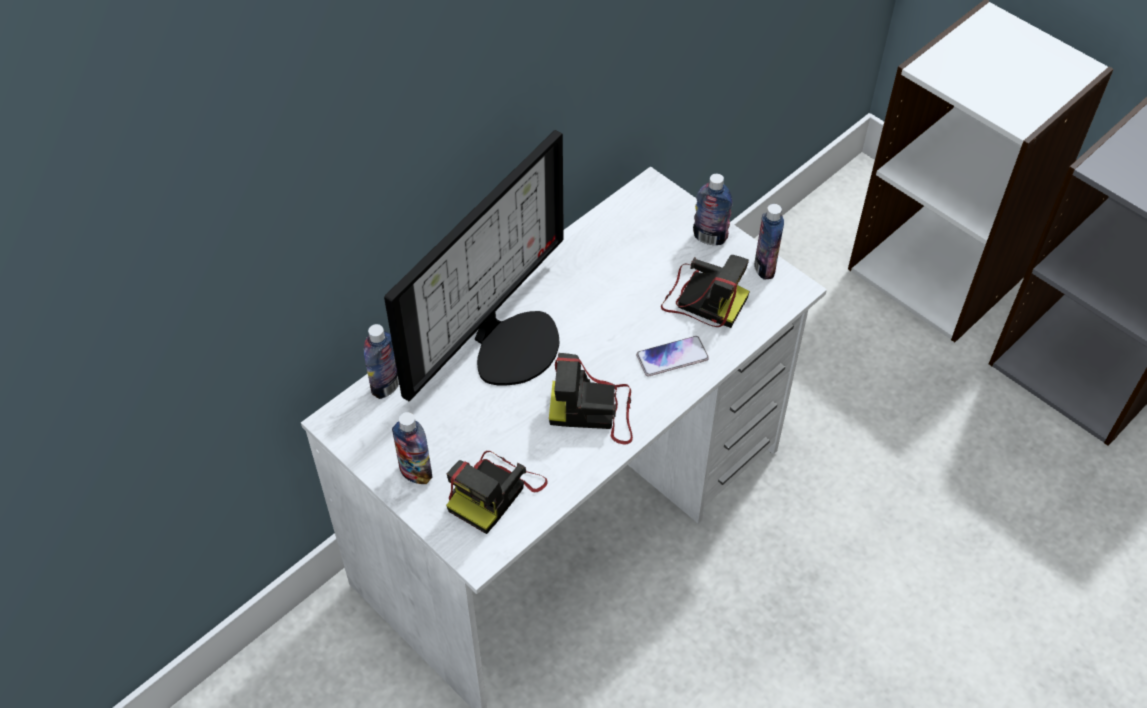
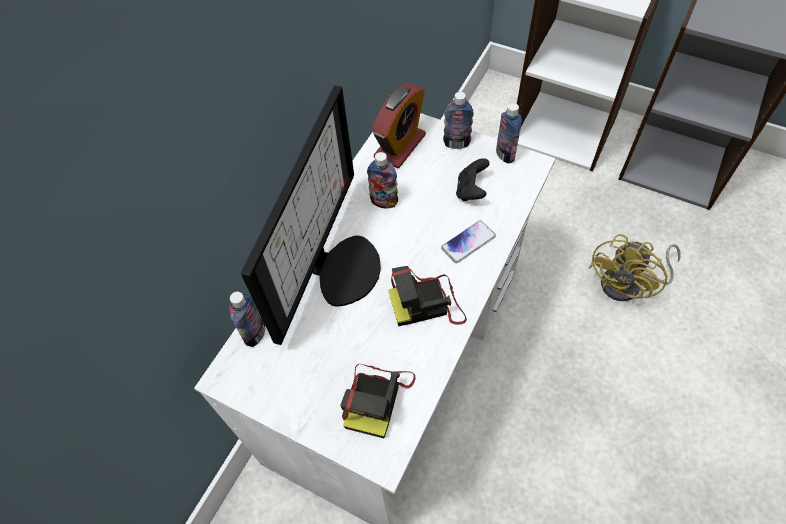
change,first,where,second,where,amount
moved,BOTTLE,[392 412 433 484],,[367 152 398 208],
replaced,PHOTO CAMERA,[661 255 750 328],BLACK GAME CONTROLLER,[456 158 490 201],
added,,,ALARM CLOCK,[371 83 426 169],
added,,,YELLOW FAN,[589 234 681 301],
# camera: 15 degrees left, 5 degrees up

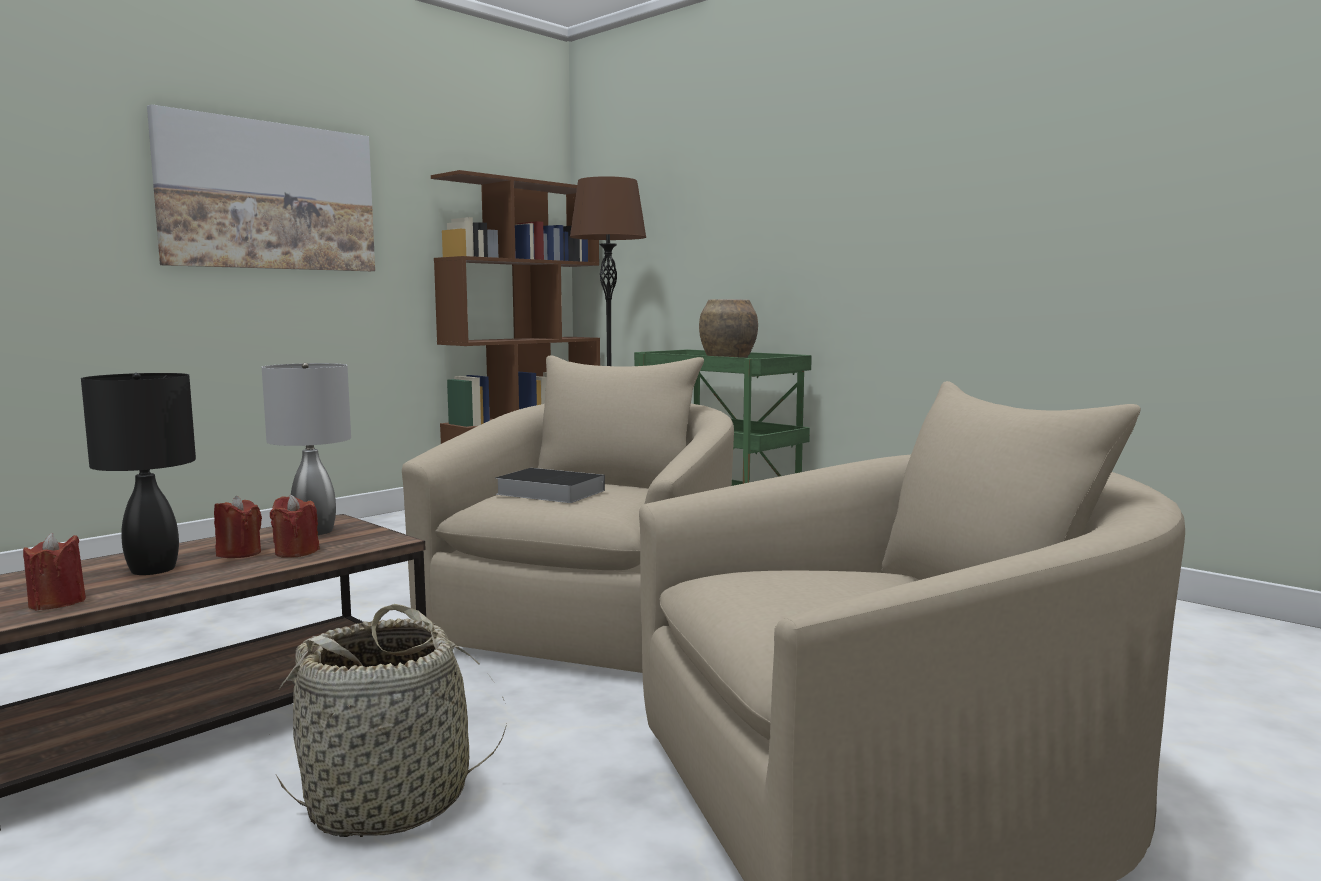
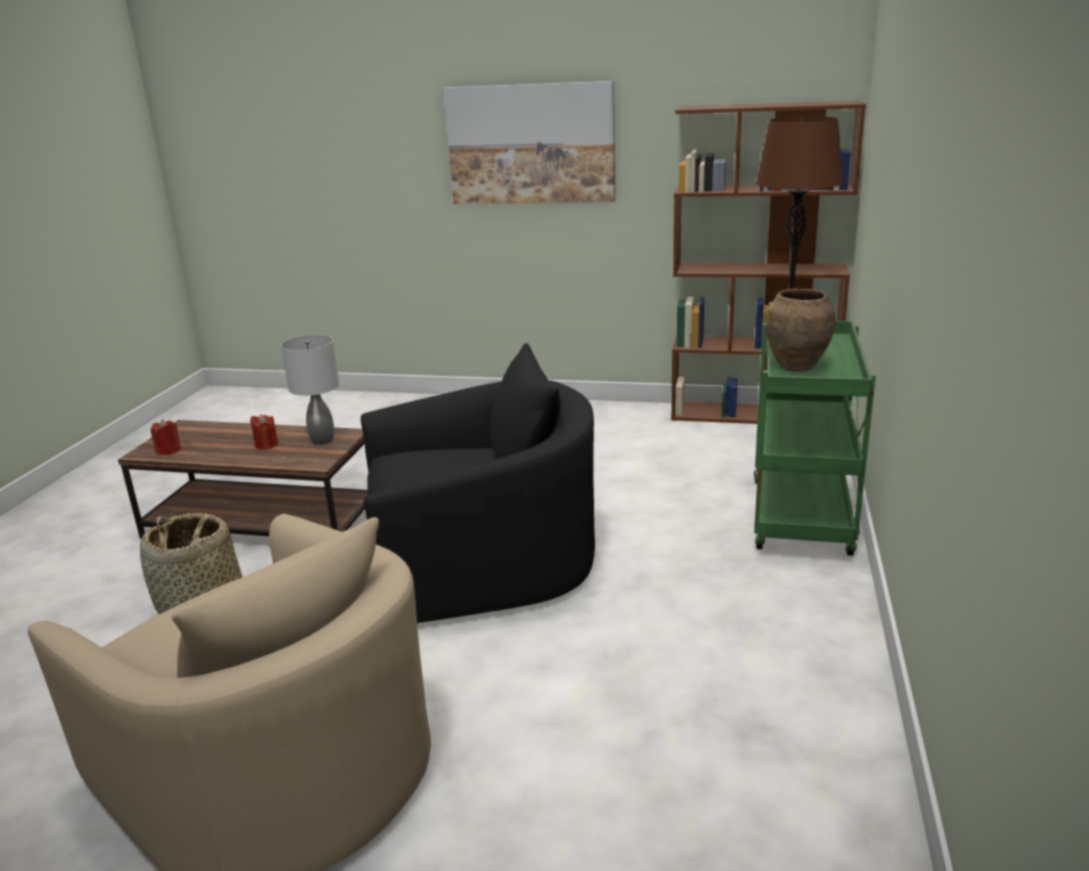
change,first,where,second,where,amount
removed,BLACK TABLE LAMP,[81 373 196 575],,,
removed,RED CANDLE,[270 495 320 558],,,
recoloured,BEIGE ARMCHAIR,[402 355 734 673],BLACK ARMCHAIR,[361 343 595 623],
removed,BOOK,[495 468 605 503],,,
# camera: 60 degrees right, 15 degrees up

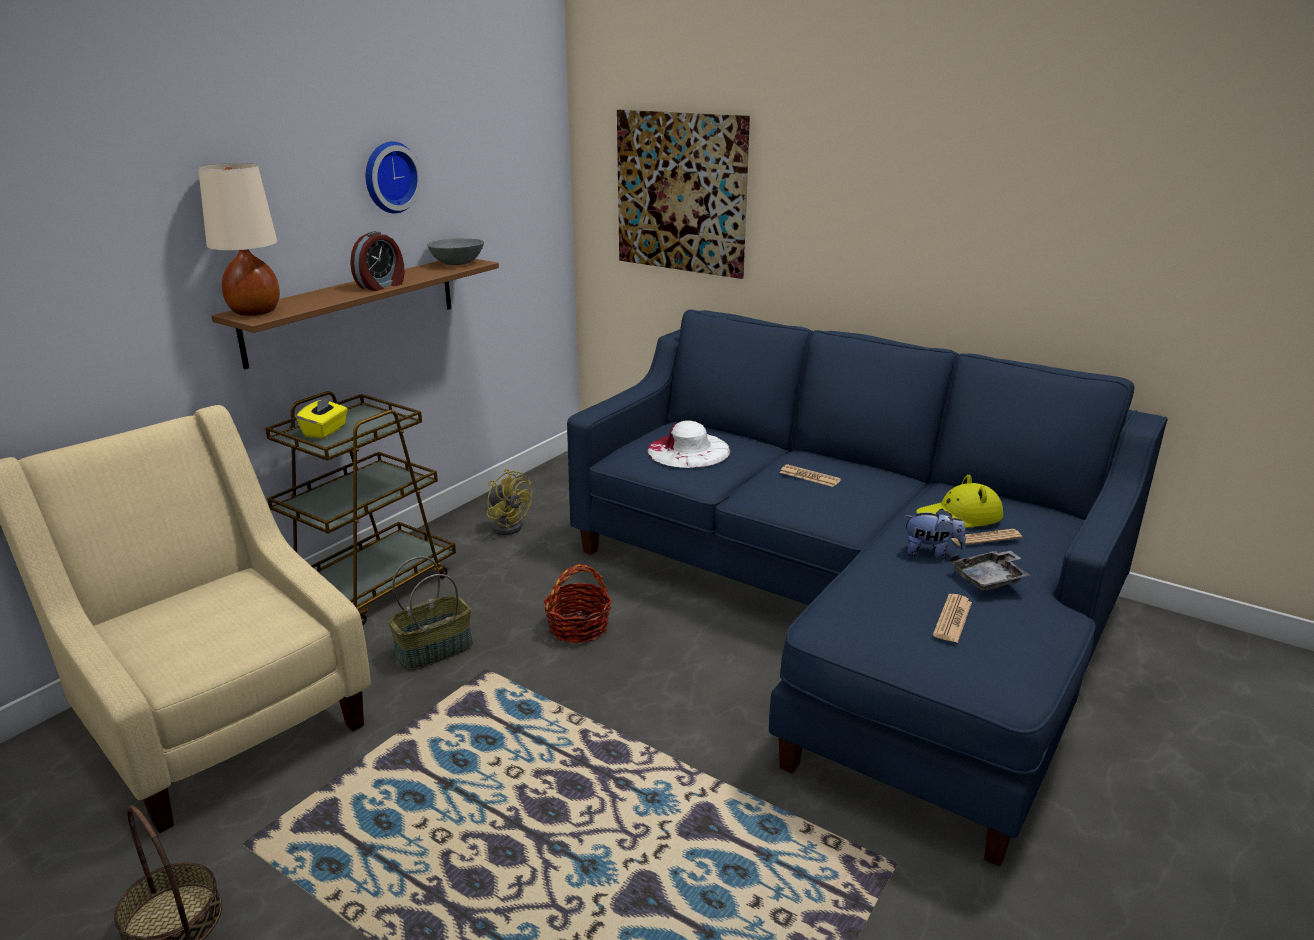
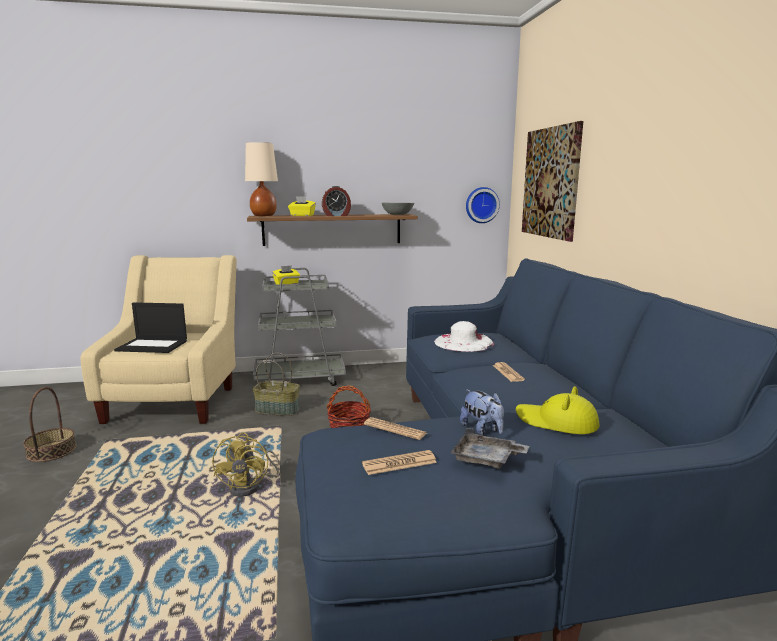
change,first,where,second,where,amount
recoloured,BROWN CART,[265 391 456 625],GREY CART,[253 268 346 386],
moved,WALL CLOCK,[366 141 422 213],,[466 187 500 223],
moved,YELLOW FAN,[486 469 532 535],,[212 432 280 497],
moved,NEWSPAPER,[951 529 1022 546],,[364 417 427 440],
added,,,LAPTOP,[114 302 187 353],
added,,,YELLOW TISSUE BOX,[288 196 316 216],
# camera: 45 degrees right, 10 degrees down

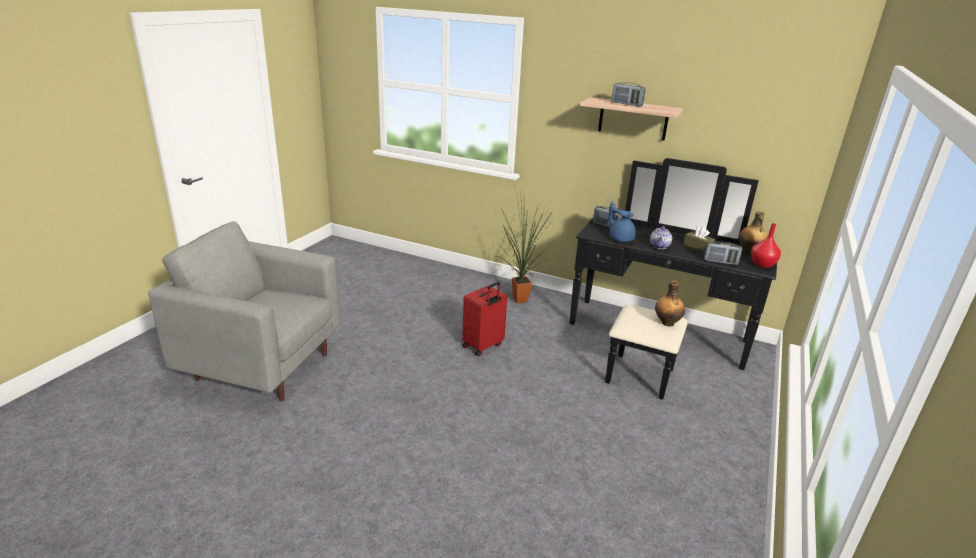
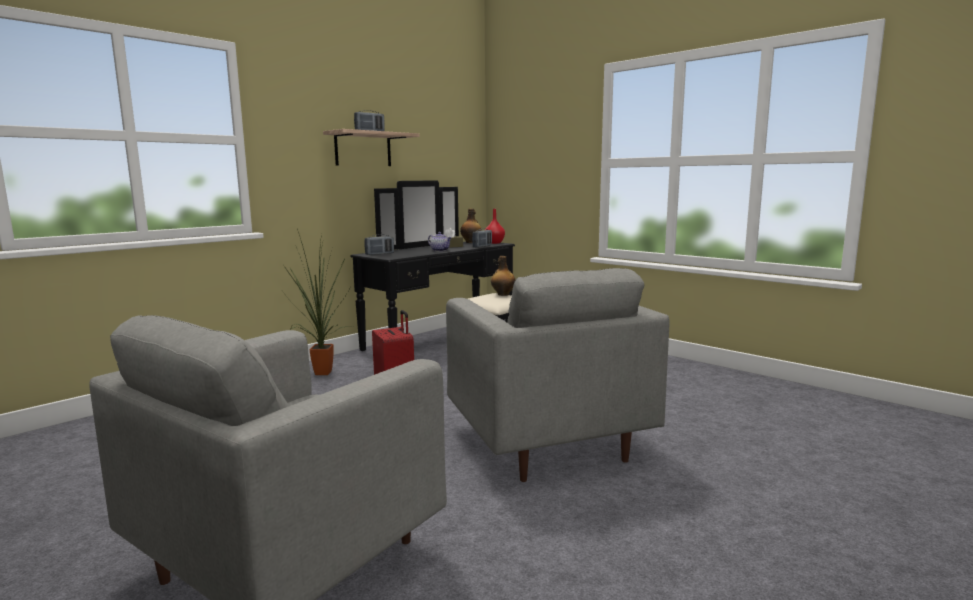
change,first,where,second,where,amount
removed,BLUE TEAPOT,[608 201 636 242],,,
added,,,GREY ARMCHAIR,[446 268 670 482],
# camera: 70 degrees left, 15 degrees down

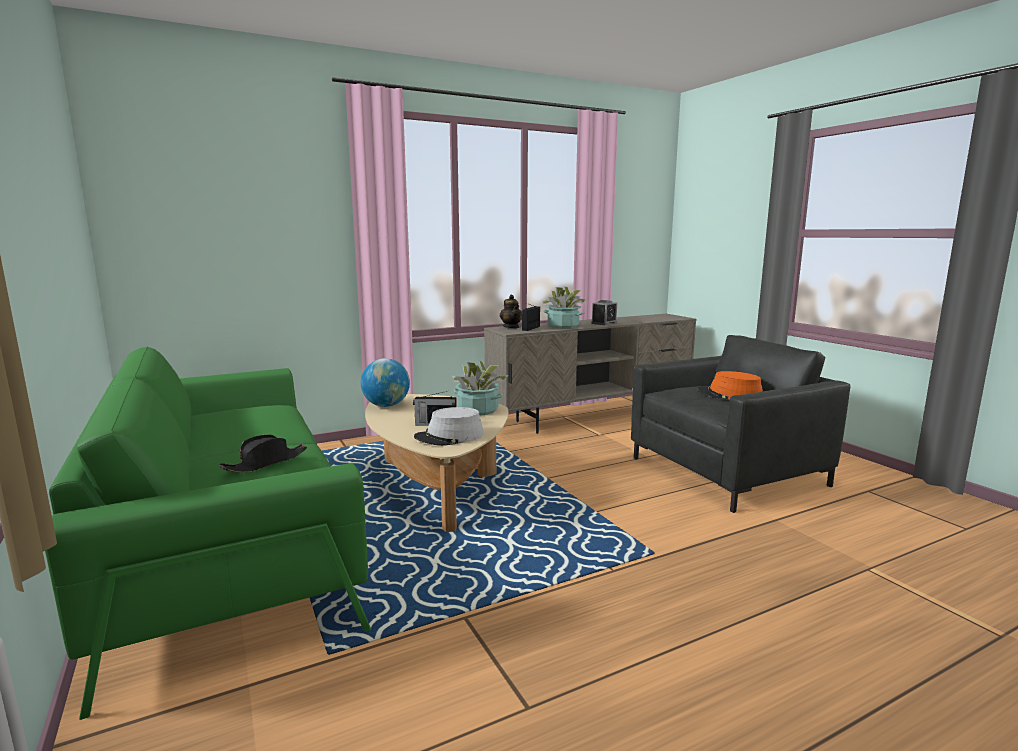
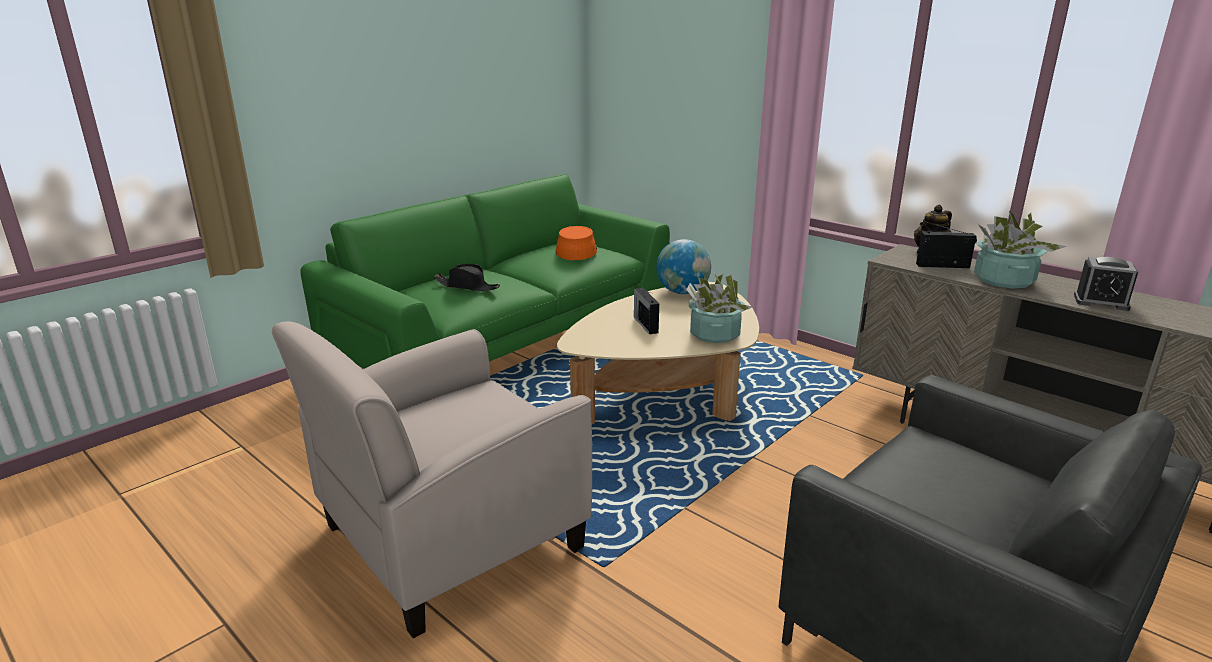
change,first,where,second,where,amount
removed,GREY HAT,[414 407 484 446],,,
moved,ORANGE HAT,[697 371 763 400],,[555 226 597 260],
added,,,BEIGE ARMCHAIR,[272 321 592 638],
# camera: 70 degrees right, 10 degrees up

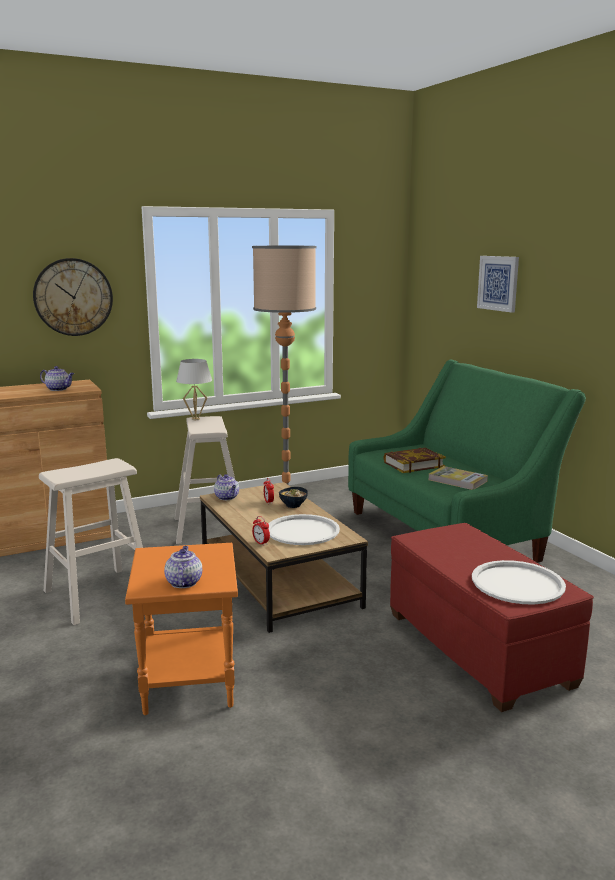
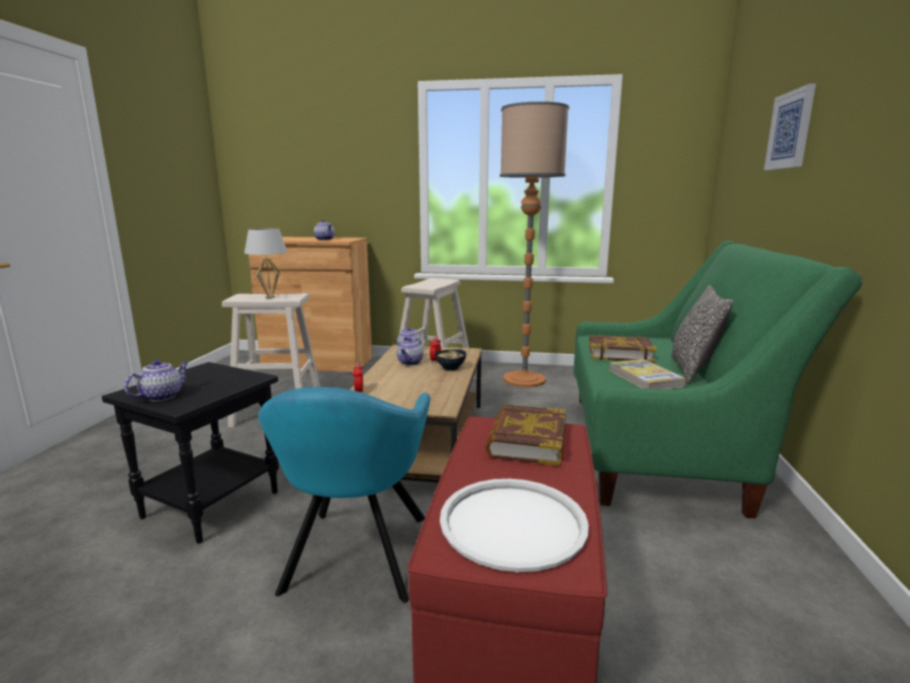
change,first,where,second,where,amount
removed,WALL CLOCK,[33 258 113 336],,,
recoloured,ORANGE SIDE TABLE,[125 543 238 715],BLACK SIDE TABLE,[102 362 279 544],
moved,WHITE TABLE LAMP,[176 359 212 420],,[244 228 287 298],
removed,WHITE TRAY,[268 514 340 545],,,
added,,,TURQUOISE ARMCHAIR,[258 387 430 603],
added,,,TEAPOT,[397 338 424 365],
added,,,BOOK,[486 404 566 466],
added,,,PILLOW,[671 285 734 384],
# camera: 35 degrees right, 0 degrees up

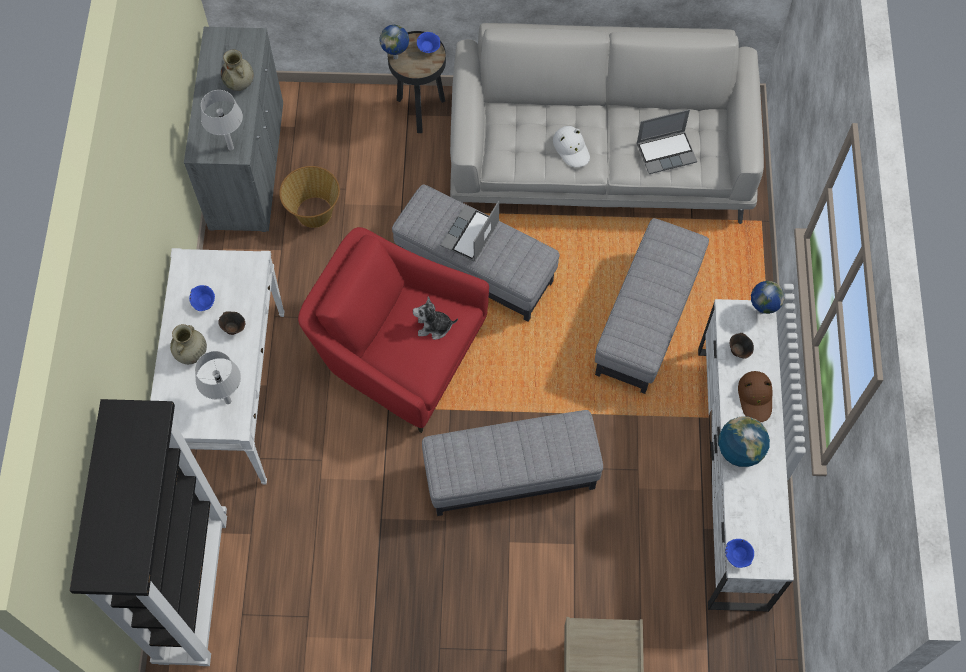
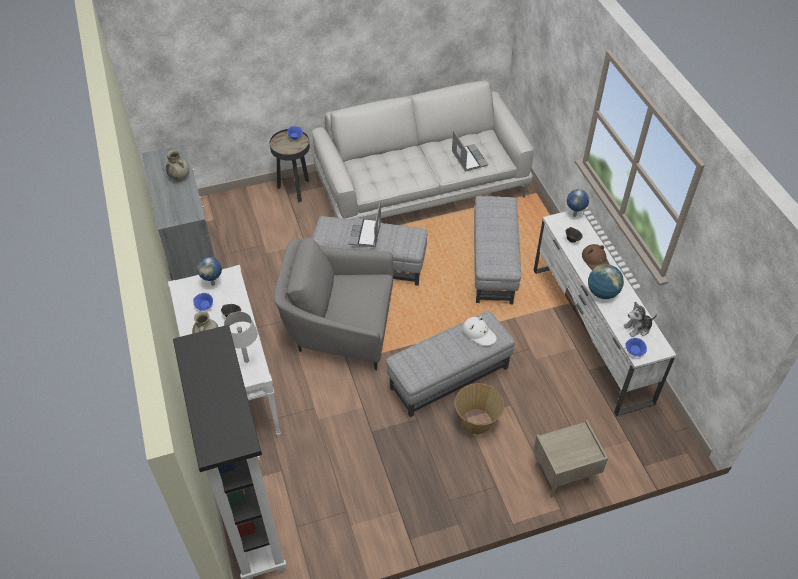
change,first,where,second,where,amount
removed,GREY TABLE LAMP,[201 90 243 150],,,
moved,BASKET,[279 166 340 228],,[455 383 504 434],
recoloured,RED ARMCHAIR,[298 227 489 433],GREY ARMCHAIR,[274 237 393 370],
moved,GLOBE,[379 25 409 59],,[197 257 222 286],
moved,PLUSH TOY,[413 296 458 340],,[623 301 657 337],
moved,WHITE HAT,[553 126 590 167],,[462 317 497 346],
turned,LAPTOP,[637 109 697 174],,[452 130 488 172],75 degrees counterclockwise
# camera: 20 degrees left, 15 degrees down

